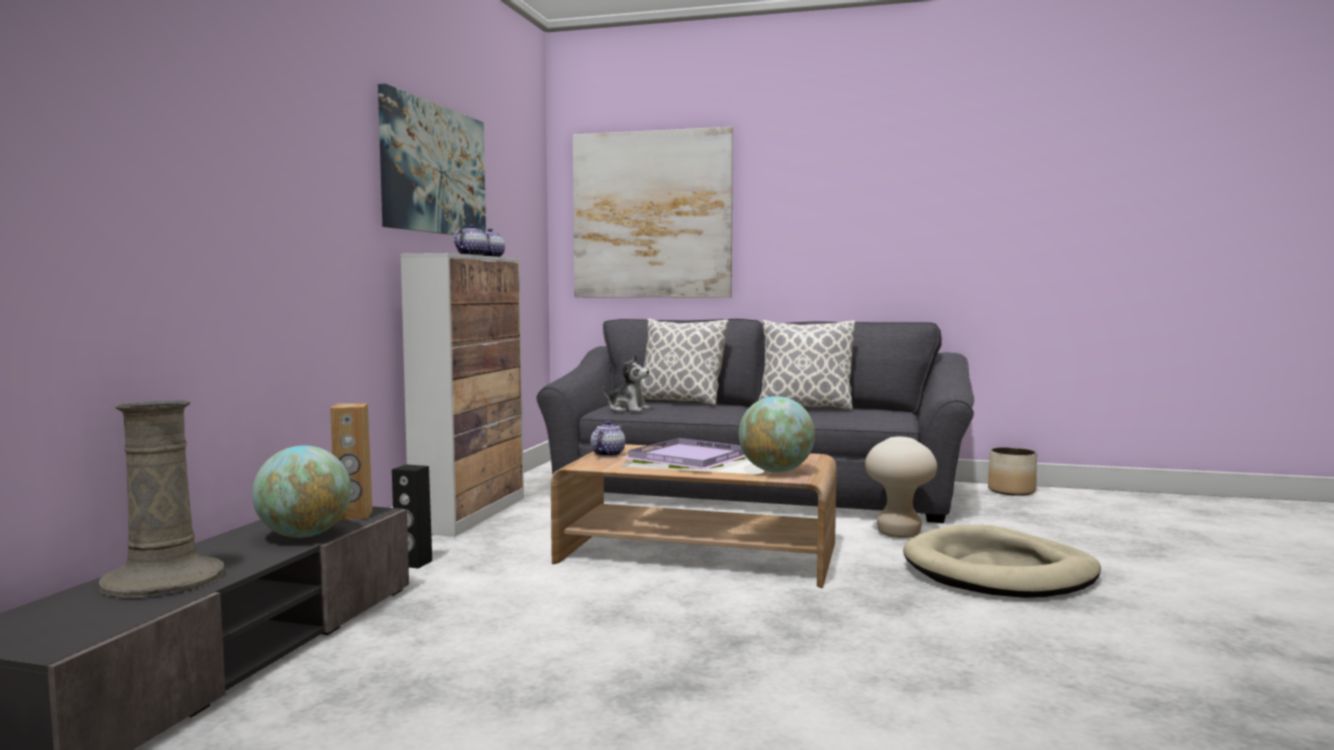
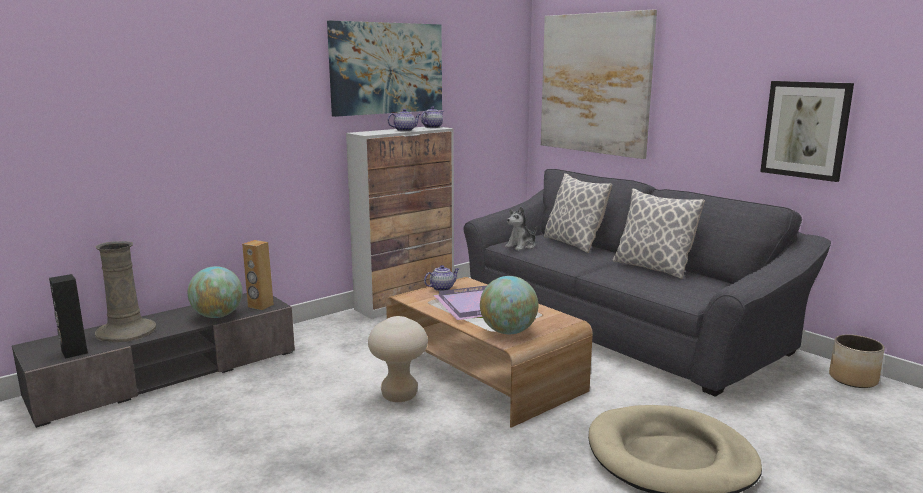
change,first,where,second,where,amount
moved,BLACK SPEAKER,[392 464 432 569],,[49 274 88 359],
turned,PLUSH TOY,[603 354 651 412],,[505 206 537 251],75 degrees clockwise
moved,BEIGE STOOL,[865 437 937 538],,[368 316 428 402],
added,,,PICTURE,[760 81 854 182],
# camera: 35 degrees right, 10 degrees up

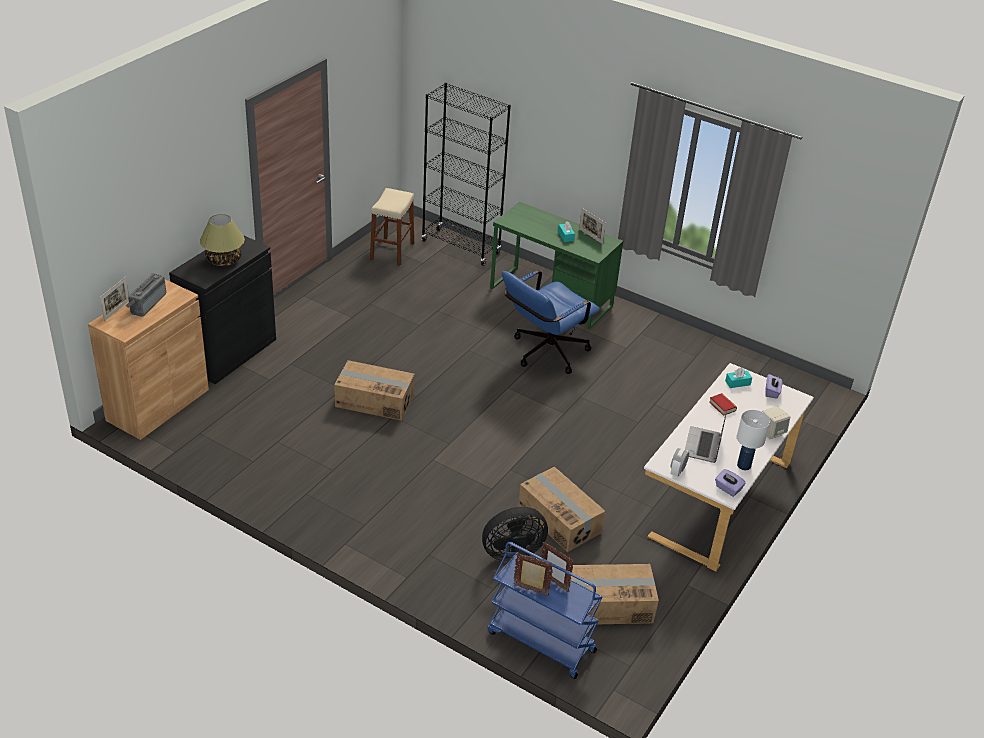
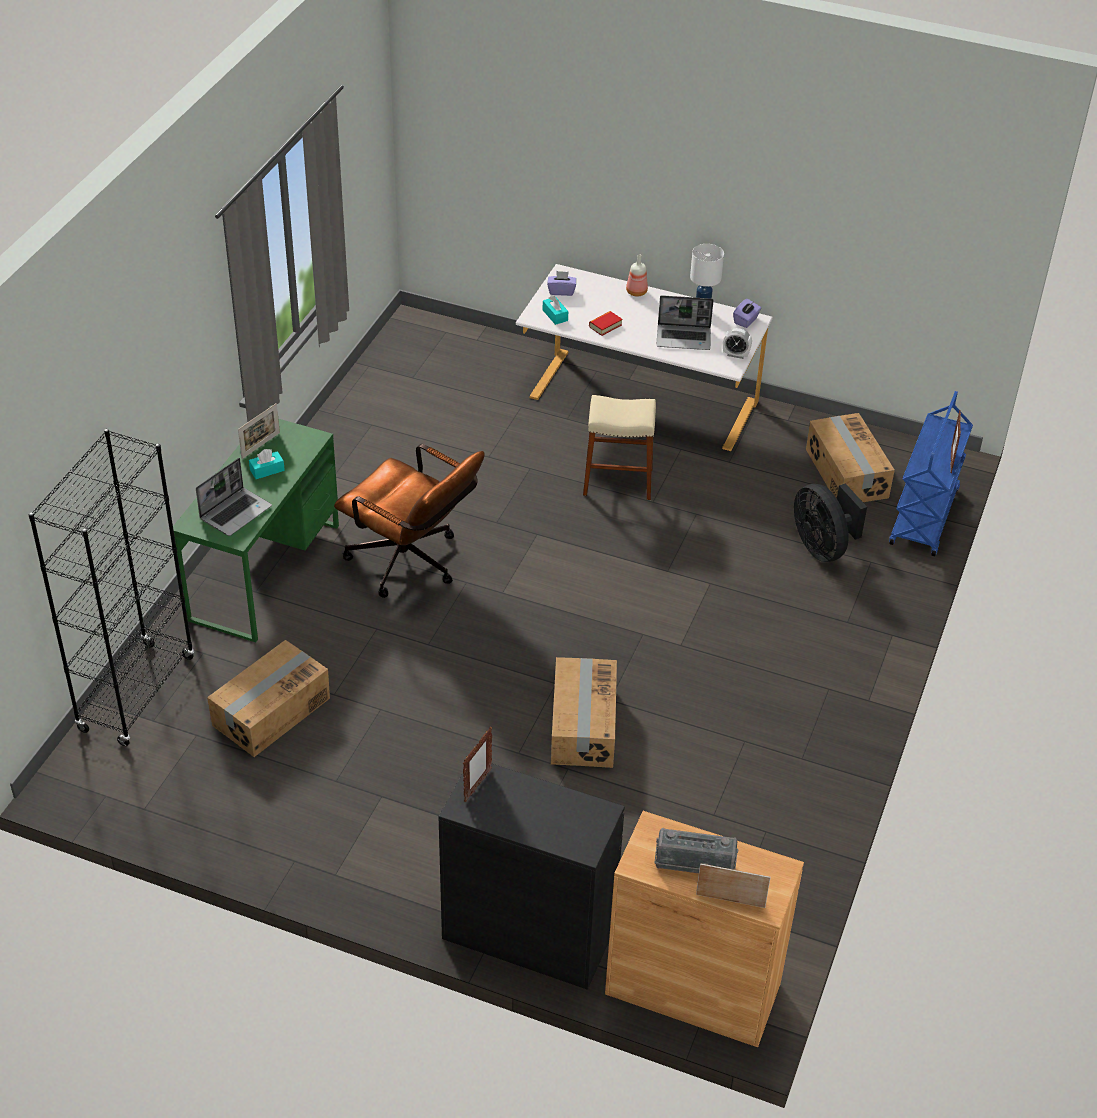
change,first,where,second,where,amount
removed,TABLE LAMP,[200 214 245 266],,,
moved,BEIGE STOOL,[370 188 414 266],,[583 395 656 500],
recoloured,BLUE OFFICE CHAIR,[502 270 600 374],BROWN OFFICE CHAIR,[334 444 484 598],
moved,CARDBOARD BOX,[518 467 605 552],,[207 640 330 757],
moved,PICTURE FRAME,[541 542 574 592],,[463 727 492 802],
replaced,BEIGE SPEAKER,[762 406 790 440],BOTTLE,[626 254 648 296],
added,,,LAPTOP,[196 458 272 536],
# camera: 100 degrees left, 5 degrees up

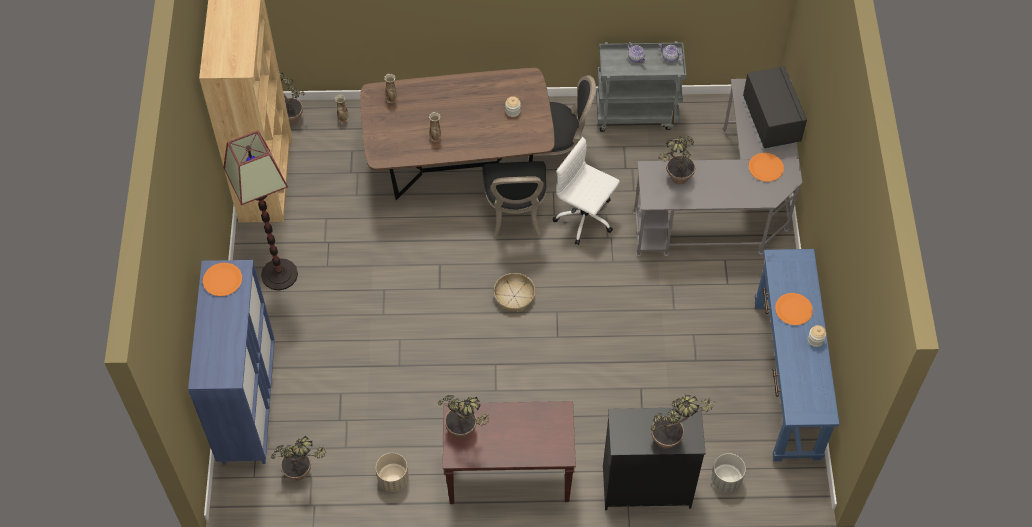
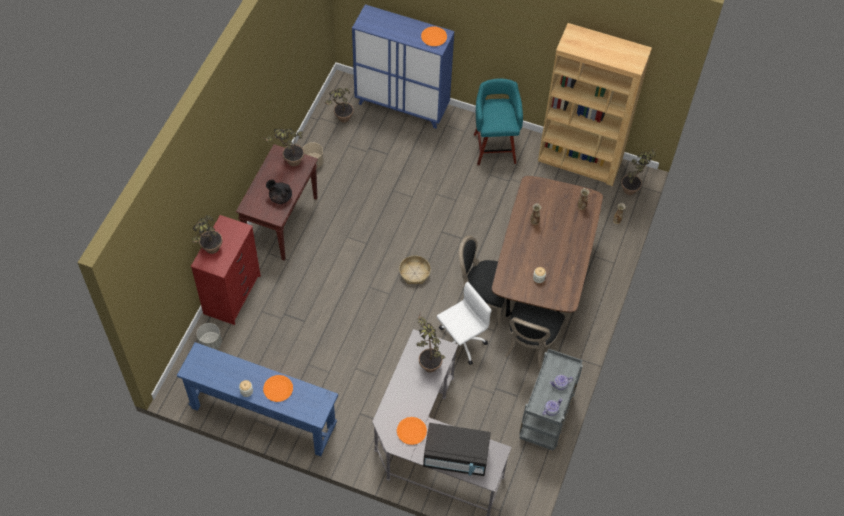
change,first,where,second,where,amount
replaced,FLOOR LAMP,[223 131 298 290],TURQUOISE STOOL,[474 78 523 165],
recoloured,BLACK DRESSER,[603 407 706 510],RED DRESSER,[191 215 261 325],
added,,,BLACK TEAPOT,[266 180 292 204],
# camera: 110 degrees right, 0 degrees up

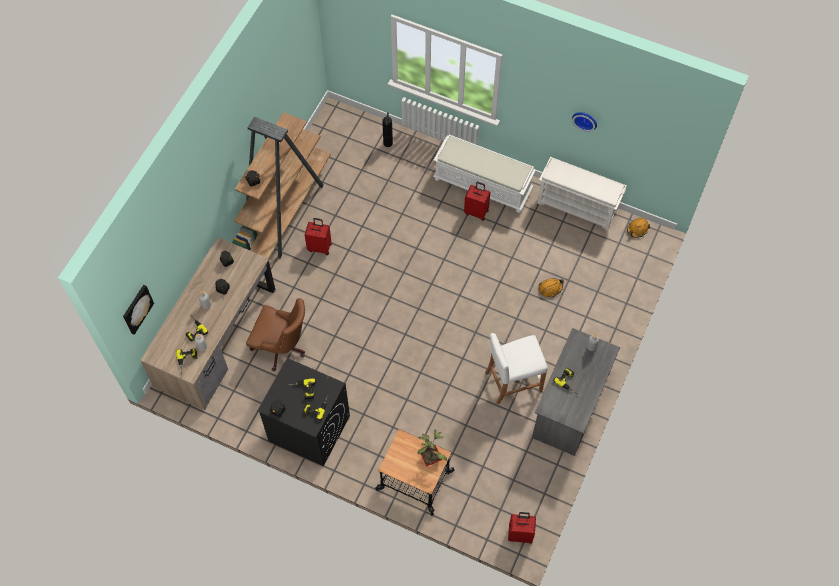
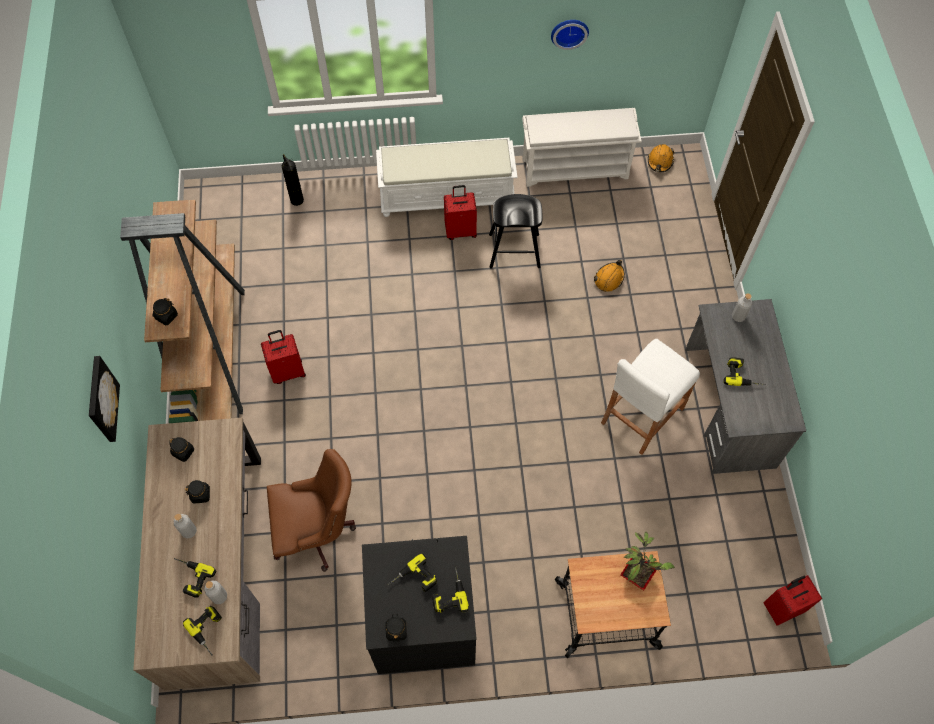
change,first,where,second,where,amount
moved,PICTURE,[123 285 154 335],,[89 356 120 442],
added,,,BLACK STOOL,[489 194 543 268],
# camera: 30 degrees left, 0 degrees up

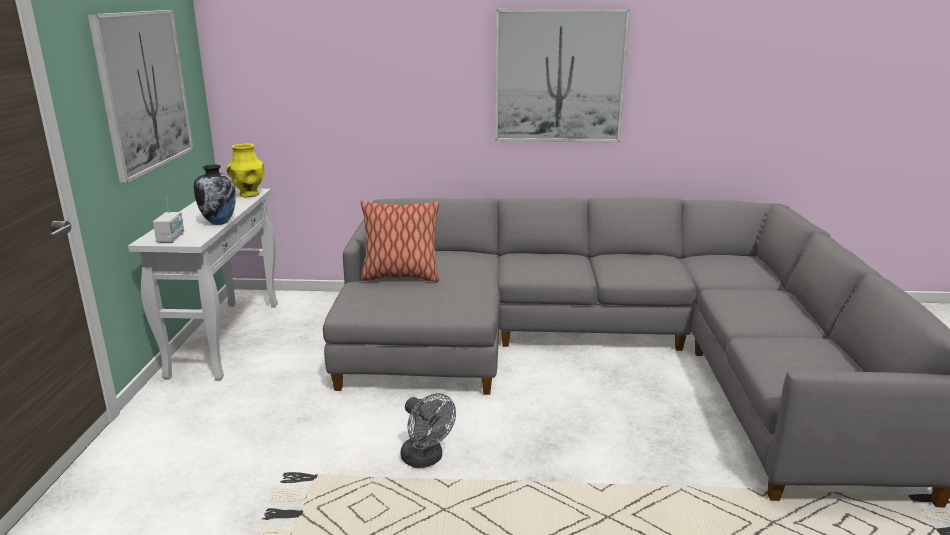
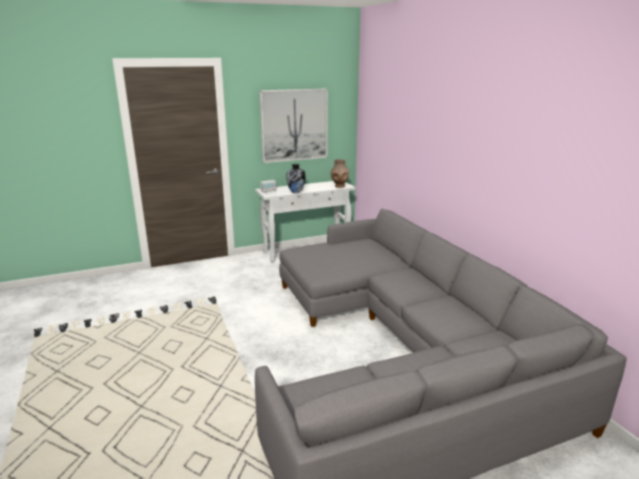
change,first,where,second,where,amount
recoloured,YELLOW VASE,[227 143 264 197],BROWN VASE,[331 159 349 188],
removed,PILLOW,[360 201 439 282],,,
removed,GREY FAN,[401 393 456 468],,,
removed,PICTURE,[495 9 630 142],,,
# camera: 65 degrees right, 0 degrees up

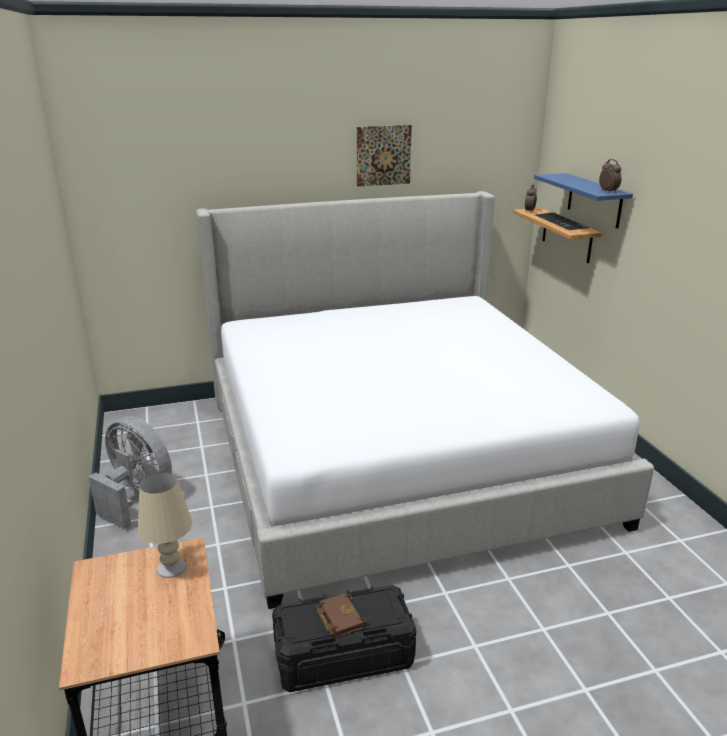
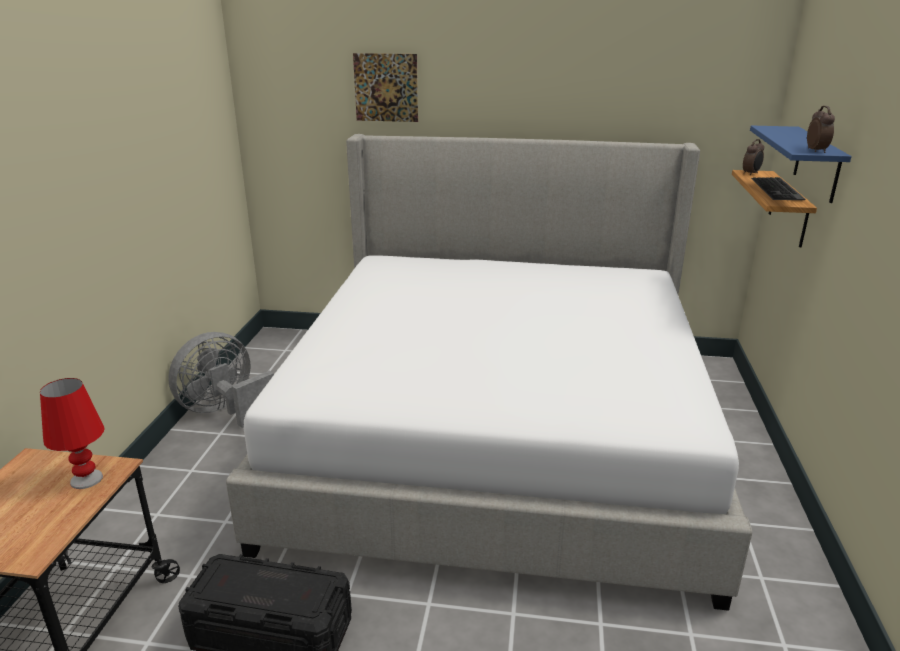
change,first,where,second,where,amount
turned,GREY FAN,[89 416 172 529],,[168 332 274 428],105 degrees counterclockwise
recoloured,BEIGE TABLE LAMP,[138 472 192 578],RED TABLE LAMP,[40 378 105 489],
removed,BROWN BOOK,[315 593 367 637],,,
moved,PICTURE,[357 125 412 187],,[353 53 418 122],
# camera: 25 degrees right, 0 degrees up

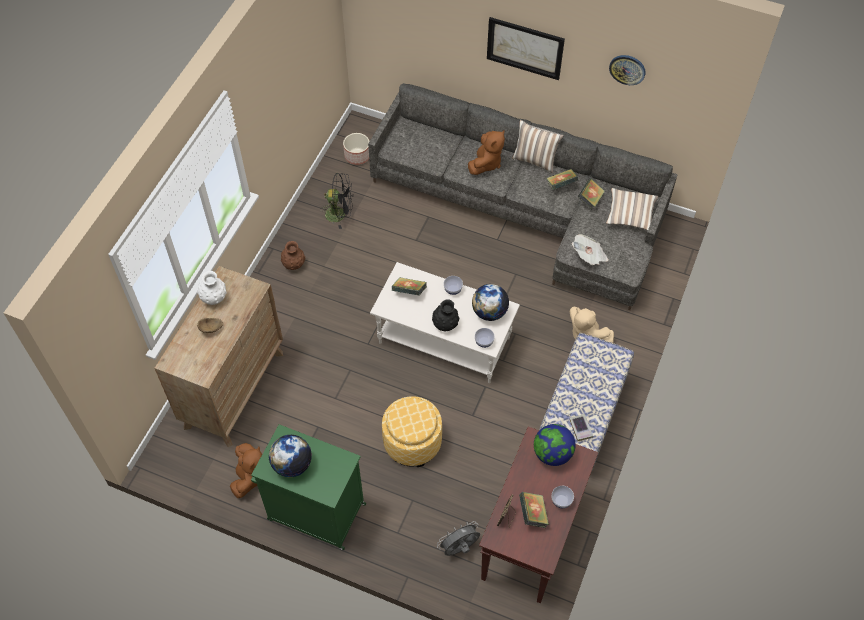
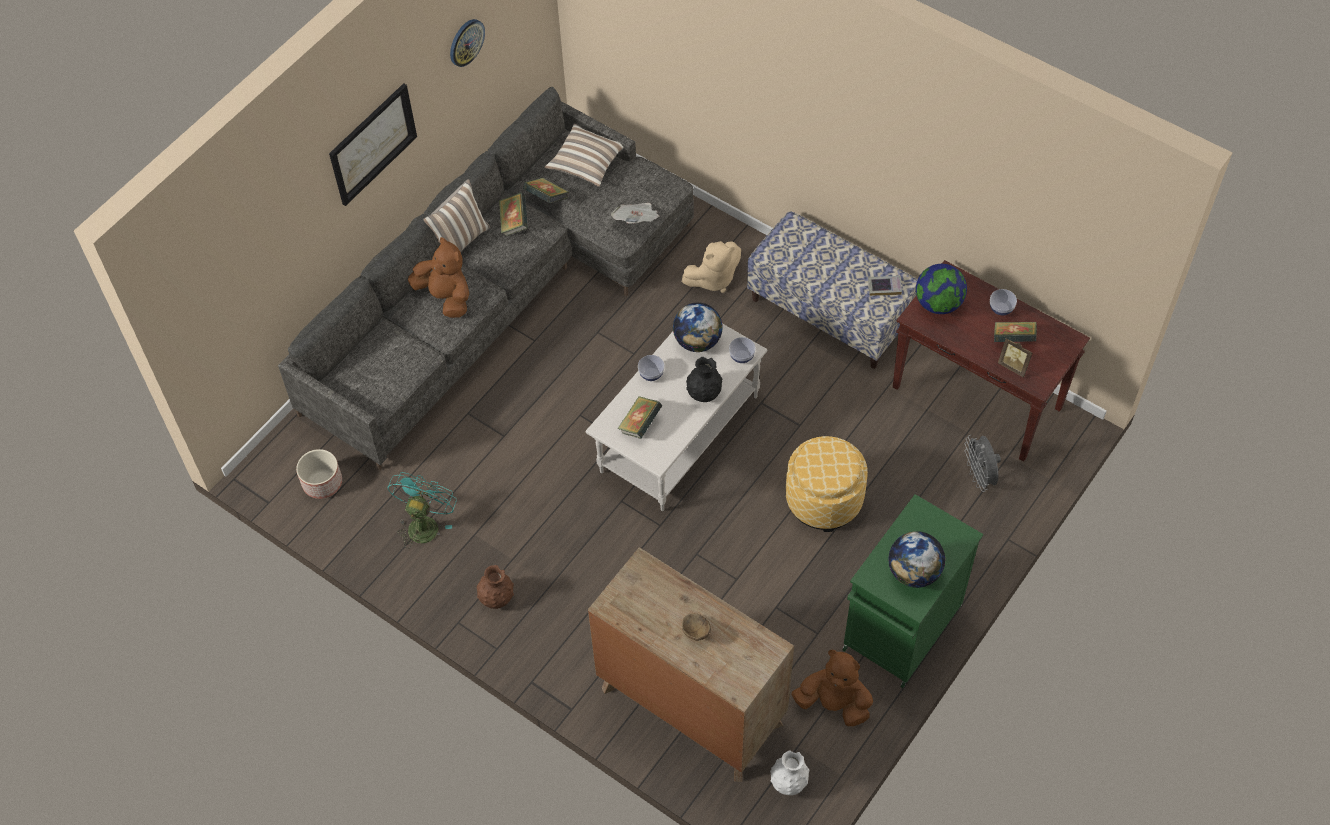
change,first,where,second,where,amount
moved,WHITE VASE,[197 271 227 305],,[770 750 809 795],
recoloured,BLACK FAN,[320 173 353 229],TURQUOISE FAN,[388 472 457 549],
# camera: 75 degrees left, 0 degrees up

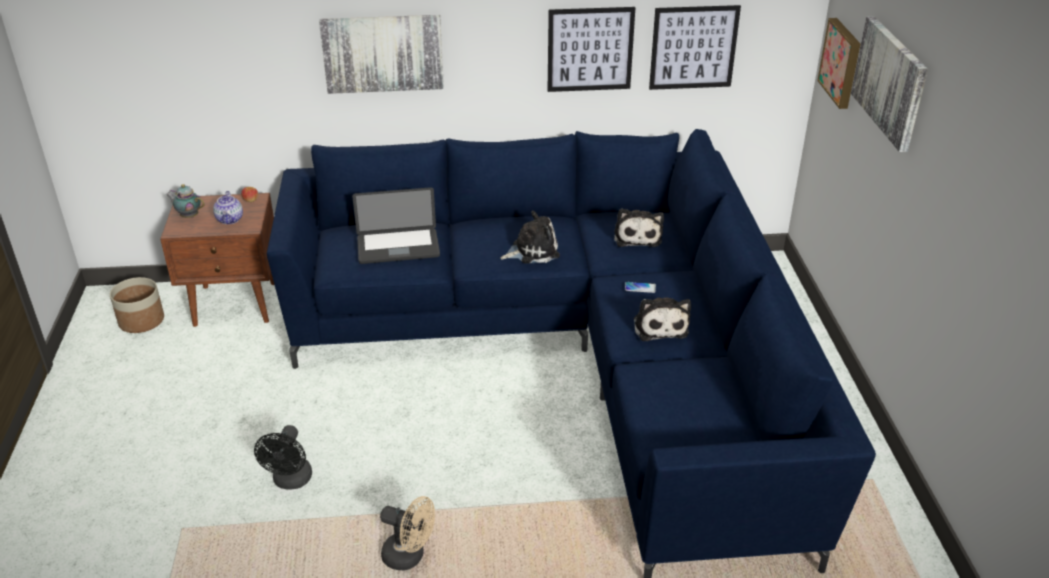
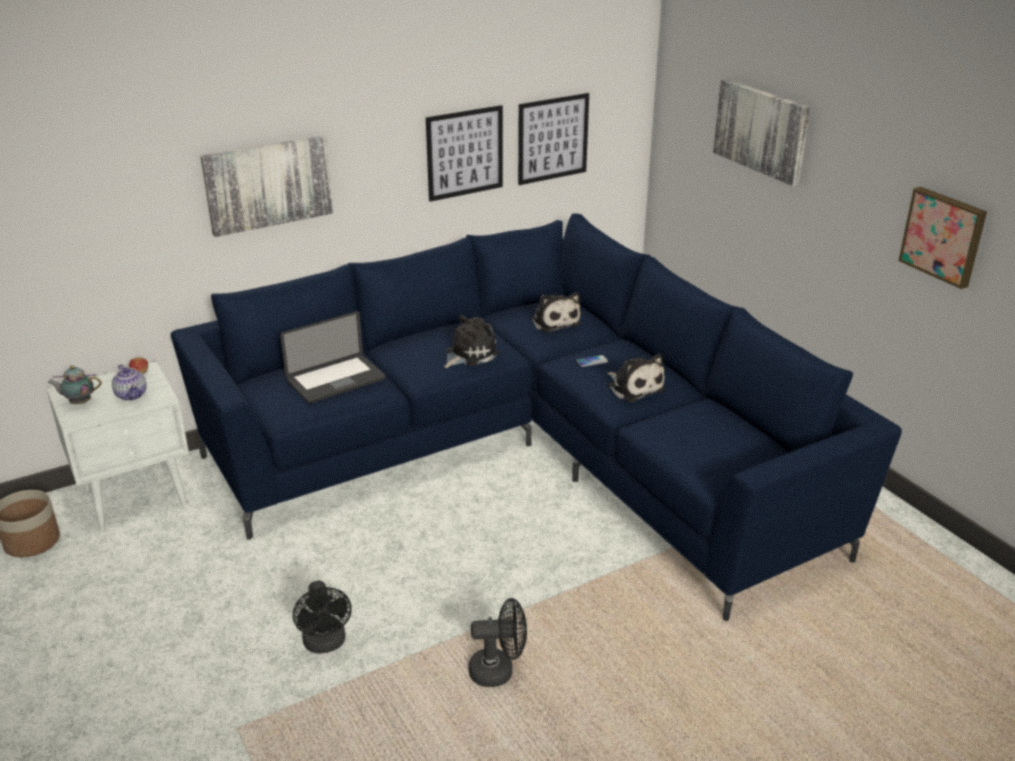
change,first,where,second,where,amount
recoloured,BROWN NIGHTSTAND,[160 193 274 327],WHITE NIGHTSTAND,[46 361 189 531],
recoloured,BEIGE FAN,[380 496 435 570],BLACK FAN,[469 598 527 687],
moved,PICTURE,[817 18 861 109],,[898 187 987 289],
# camera: 25 degrees left, 5 degrees down

